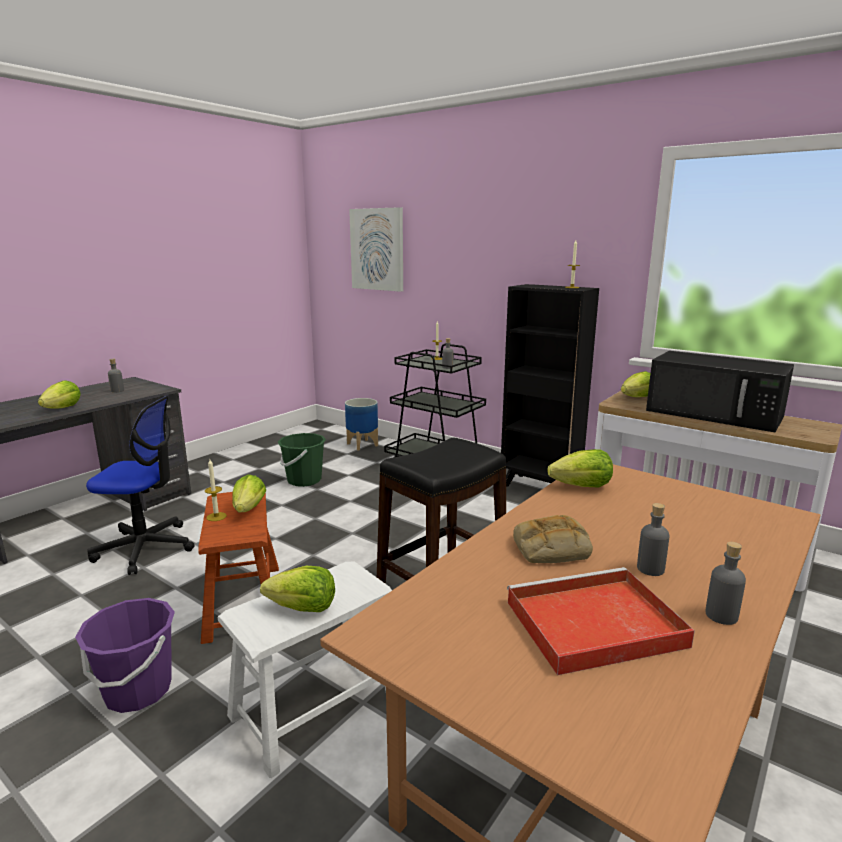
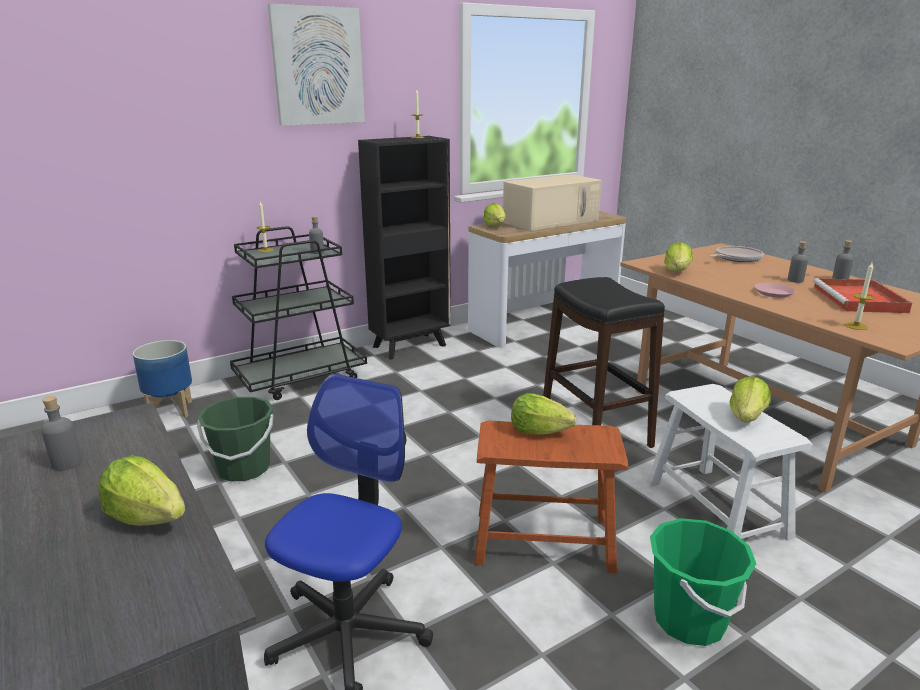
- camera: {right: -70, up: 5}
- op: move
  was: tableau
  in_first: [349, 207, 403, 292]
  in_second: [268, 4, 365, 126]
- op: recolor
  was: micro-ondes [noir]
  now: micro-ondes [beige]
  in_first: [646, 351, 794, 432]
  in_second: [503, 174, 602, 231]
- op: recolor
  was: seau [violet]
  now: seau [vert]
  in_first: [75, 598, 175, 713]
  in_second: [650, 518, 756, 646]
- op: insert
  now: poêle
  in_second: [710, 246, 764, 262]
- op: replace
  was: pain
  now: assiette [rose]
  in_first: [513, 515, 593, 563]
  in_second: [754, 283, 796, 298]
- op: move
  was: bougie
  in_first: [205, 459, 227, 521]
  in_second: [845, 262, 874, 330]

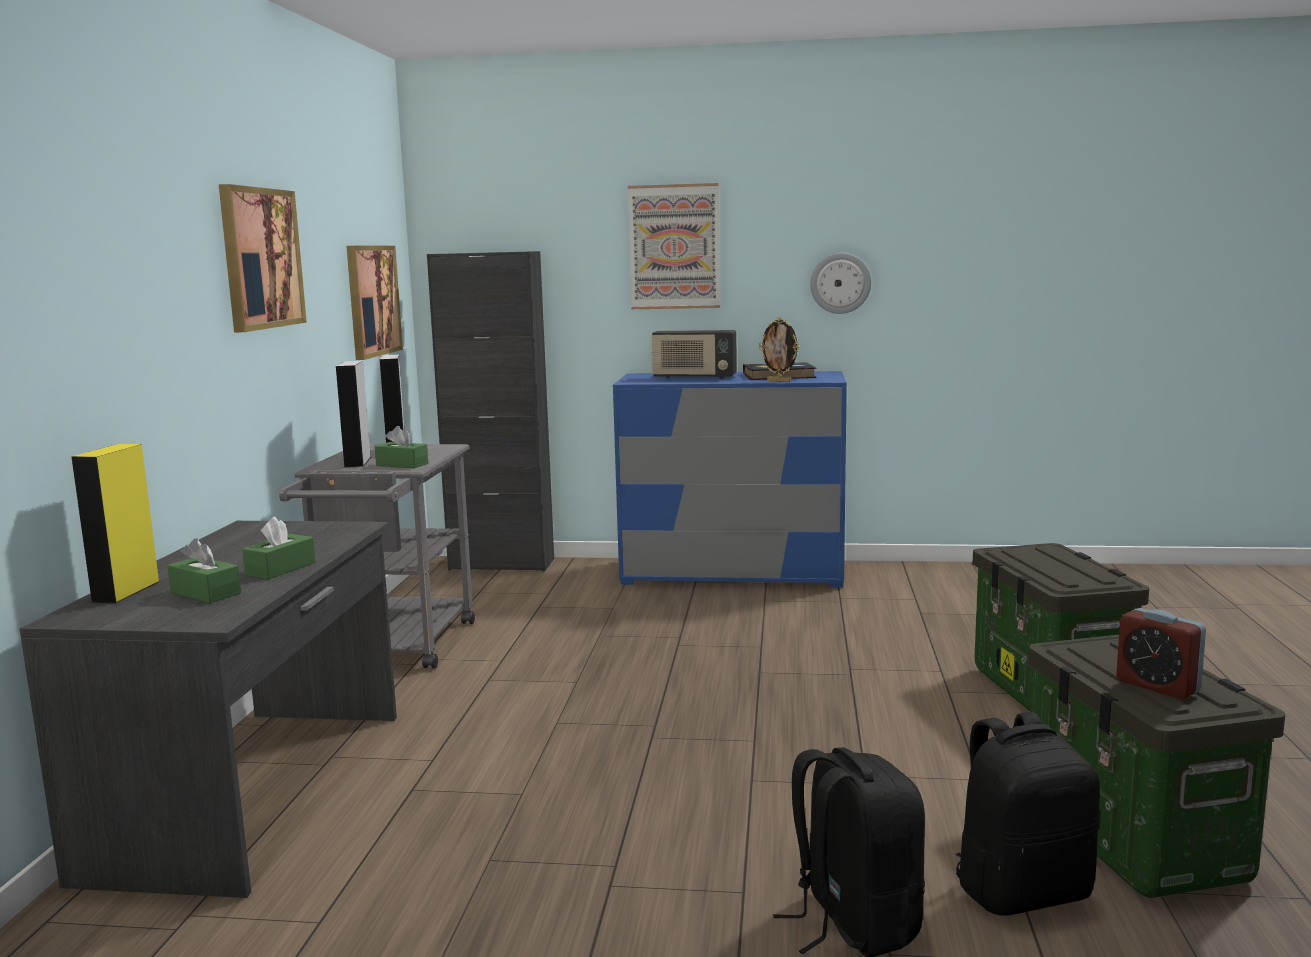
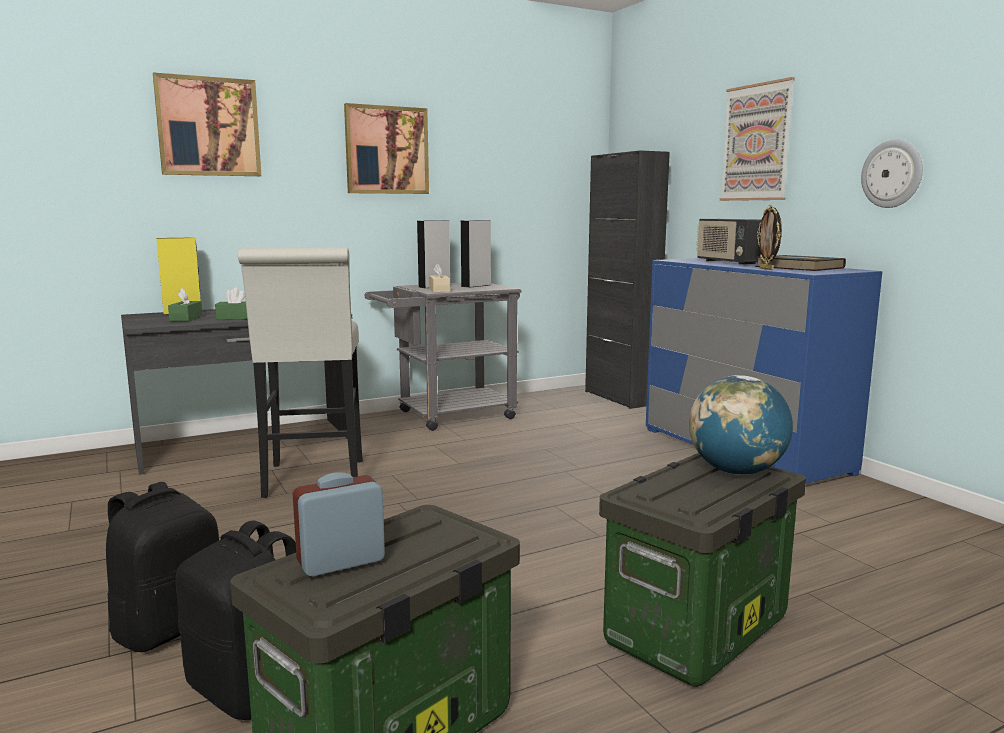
- camera: {right: 55, up: 0}
- op: move
  was: tableau
  in_first: [347, 246, 403, 360]
  in_second: [153, 72, 261, 176]
- op: insert
  now: tabouret [blanc]
  in_second: [238, 247, 363, 498]
- op: rotate
  was: réveil
  in_first: [1116, 608, 1206, 699]
  in_second: [293, 472, 385, 576]
  clockwise: 45
- op: recolor
  was: boîte à mouchoirs [vert]
  now: boîte à mouchoirs [beige]
  in_first: [375, 426, 428, 468]
  in_second: [429, 264, 450, 292]
- op: insert
  now: globe
  in_second: [689, 375, 793, 475]

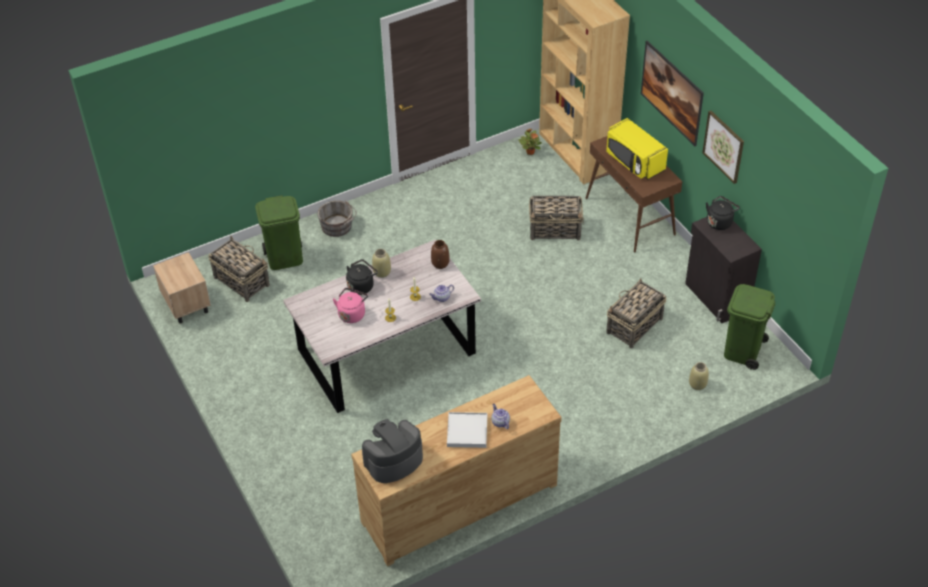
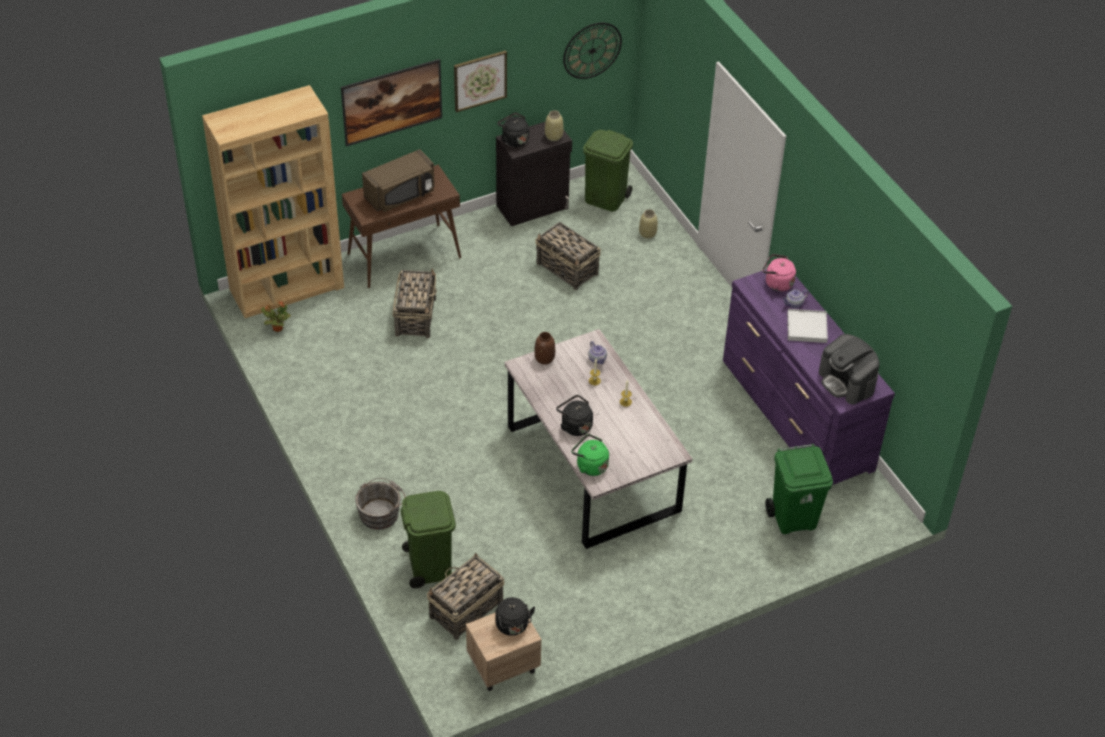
- camera: {right: -90, up: 0}
- op: recolor
  was: micro-ondes [jaune]
  now: micro-ondes [marron]
  in_first: [606, 118, 668, 179]
  in_second: [362, 149, 435, 212]
- op: insert
  now: bouilloire [noir]
  in_second: [495, 597, 535, 636]
- op: move
  was: vase [beige]
  in_first: [372, 249, 391, 278]
  in_second: [545, 110, 564, 141]
- op: insert
  now: horloge murale
  in_second: [563, 23, 622, 79]
- op: insert
  now: bouilloire [vert]
  in_second: [571, 434, 609, 476]
- op: recolor
  was: commode [marron]
  now: commode [violet]
  in_first: [351, 375, 562, 566]
  in_second: [723, 269, 895, 485]
- op: move
  was: bouilloire [rose]
  in_first: [333, 288, 368, 323]
  in_second: [762, 254, 796, 291]
- op: insert
  now: poubelle [vert]
  in_second: [765, 444, 833, 534]

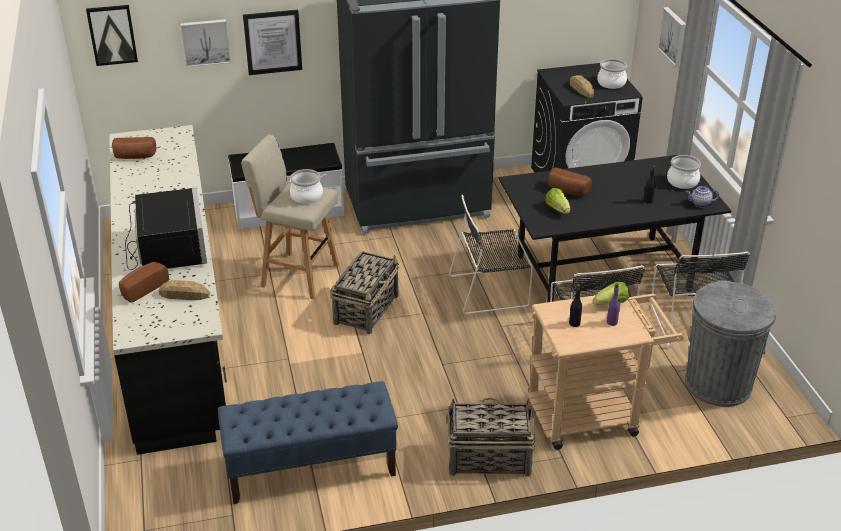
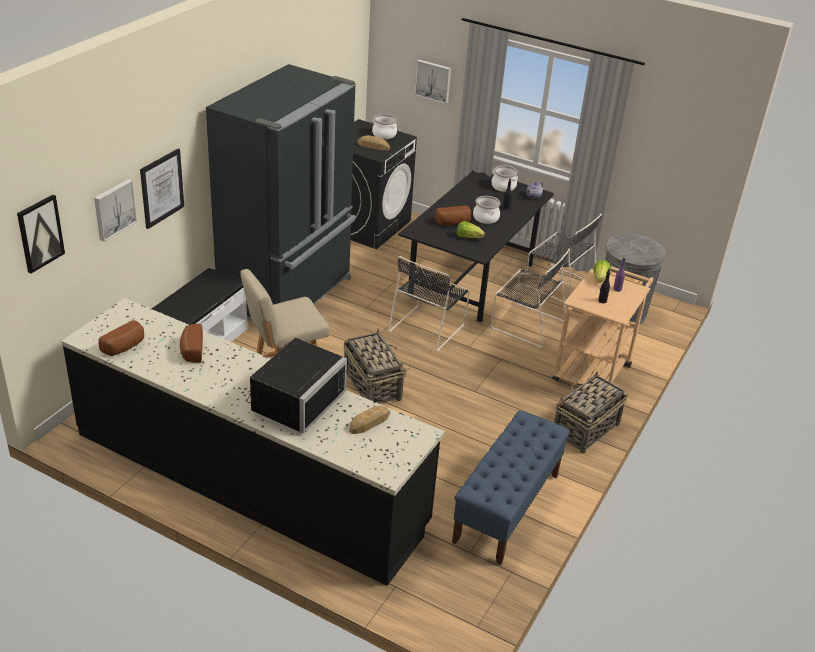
- camera: {right: -50, up: 0}
- op: move
  was: pain
  in_first: [119, 262, 169, 303]
  in_second: [180, 324, 203, 363]
- op: rotate
  was: micro-ondes [noir]
  in_first: [125, 187, 207, 270]
  in_second: [246, 338, 347, 433]
  clockwise: 90
- op: move
  was: marmite
  in_first: [290, 169, 323, 204]
  in_second: [473, 196, 500, 224]

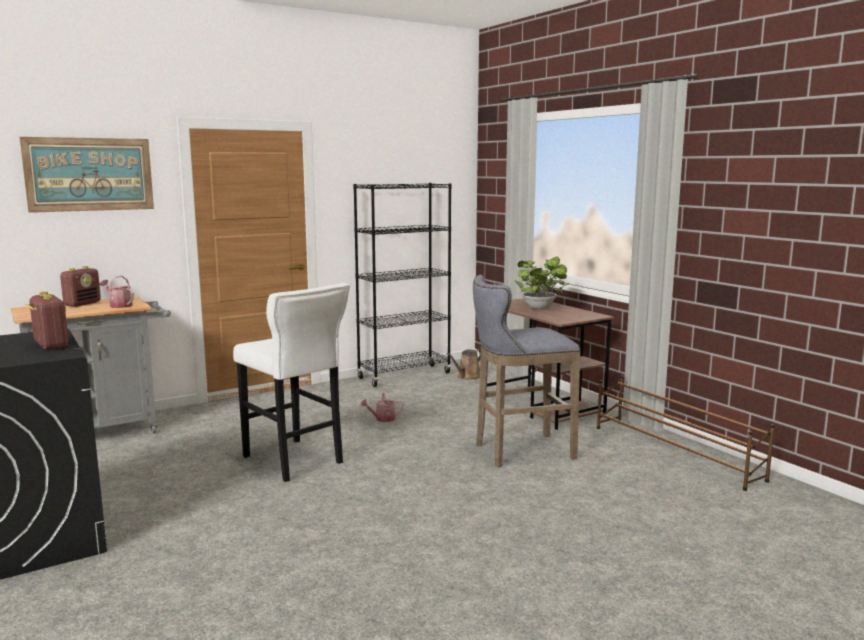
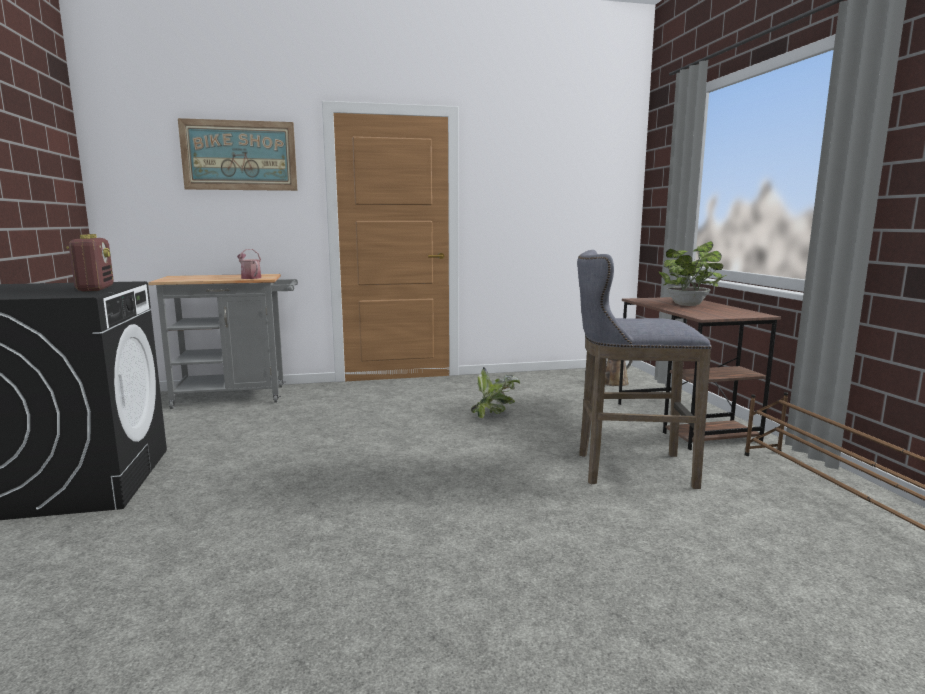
- camera: {right: 20, up: 0}
- op: replace
  was: arrosoir
  now: plante en pot
  in_first: [360, 392, 403, 422]
  in_second: [471, 367, 520, 418]
- op: delete
  was: radio
  in_first: [60, 266, 101, 307]
- op: delete
  was: tabouret [blanc]
  in_first: [233, 283, 350, 482]
- op: delete
  was: bibliothèque [noir]
  in_first: [353, 183, 451, 387]

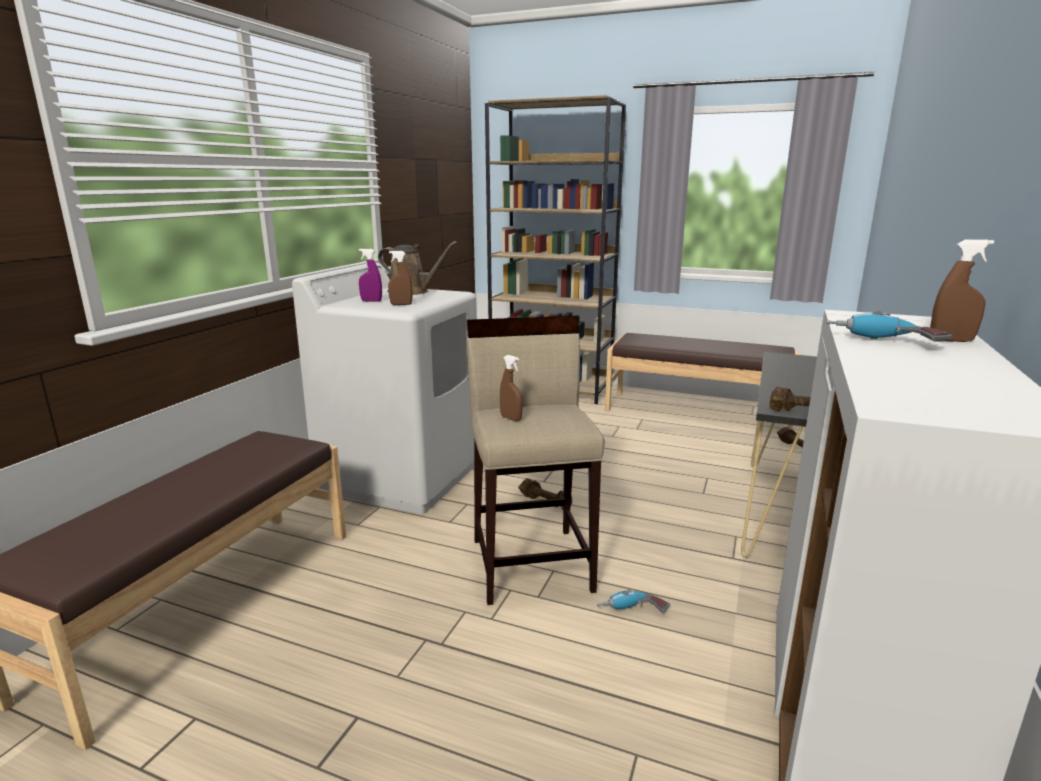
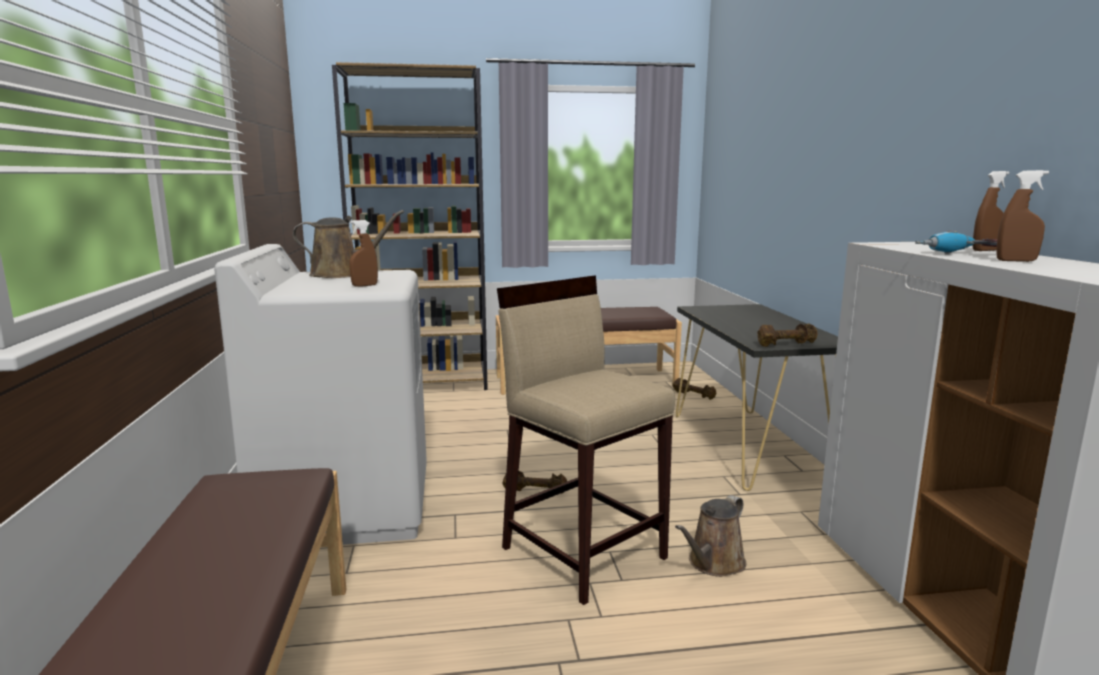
- camera: {right: -30, up: -5}
- op: replace
  was: perceuse
  now: arrosoir [marron]
  in_first: [597, 590, 670, 613]
  in_second: [675, 495, 746, 577]
- op: move
  was: vaporisateur [marron]
  in_first: [500, 355, 523, 421]
  in_second: [996, 170, 1049, 262]
- op: delete
  was: vaporisateur [violet]
  in_first: [359, 248, 382, 301]

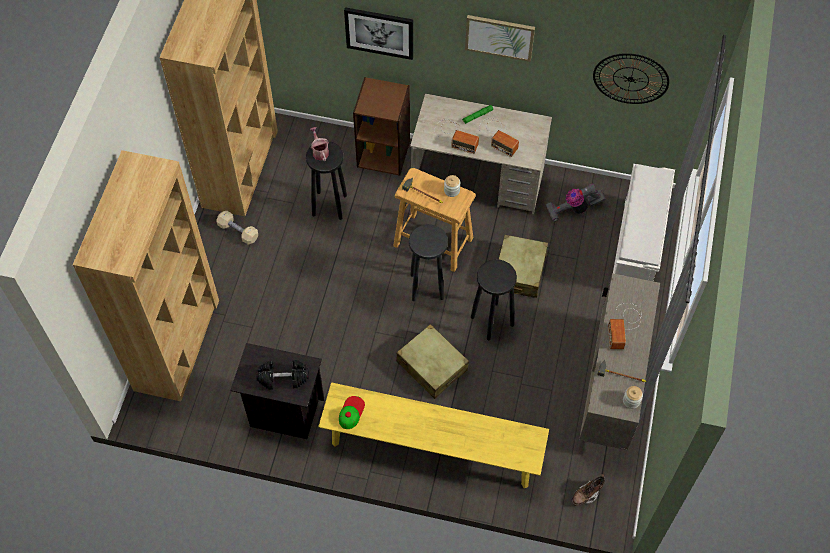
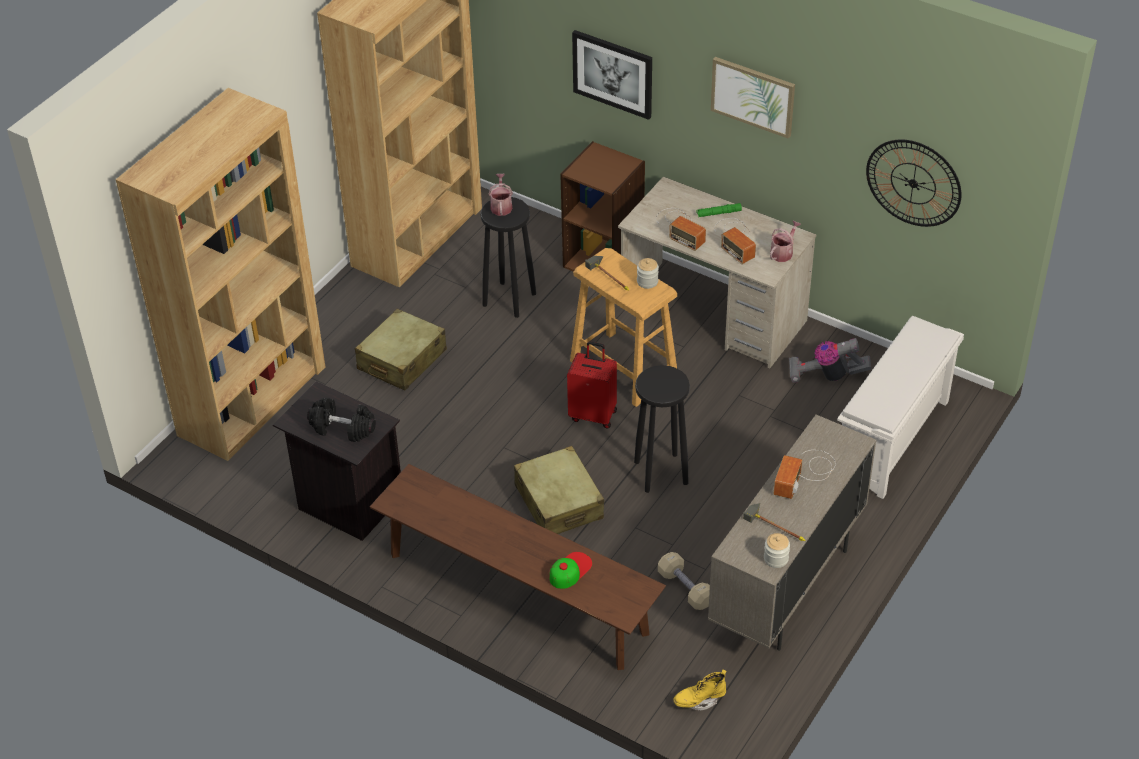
- camera: {right: 20, up: -15}
- op: move
  was: valise [beige]
  in_first: [498, 235, 548, 298]
  in_second: [355, 309, 447, 390]
- op: recolor
  was: banc [jaune]
  now: banc [marron]
  in_first: [318, 382, 549, 489]
  in_second: [370, 464, 666, 670]
- op: move
  was: casquette
  in_first: [339, 396, 365, 429]
  in_second: [550, 552, 592, 589]
- op: replace
  was: tabouret [noir]
  now: valise [rouge]
  in_first: [409, 224, 448, 301]
  in_second: [567, 342, 617, 429]
- op: move
  was: haltère [beige]
  in_first: [217, 211, 258, 245]
  in_second: [658, 552, 710, 610]
- op: recolor
  was: botte [marron]
  now: botte [jaune]
  in_first: [572, 474, 605, 506]
  in_second: [673, 670, 727, 711]
- op: insert
  now: arrosoir
  in_second: [770, 220, 801, 262]

